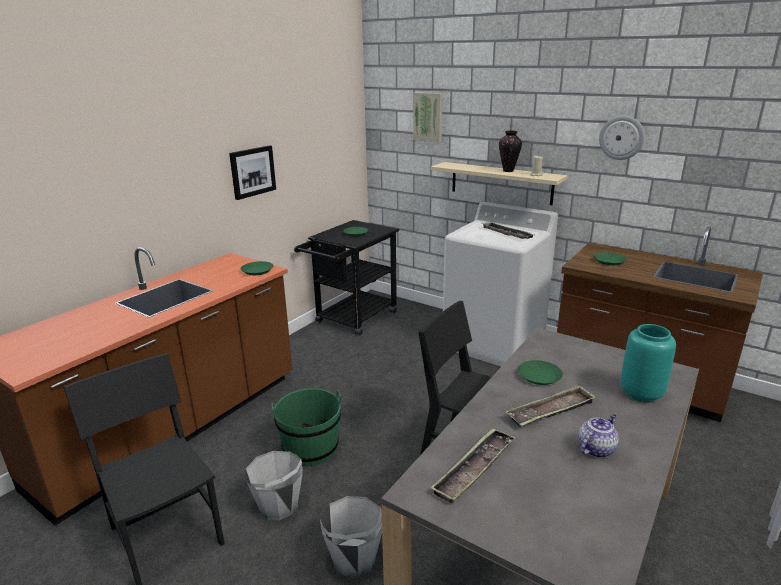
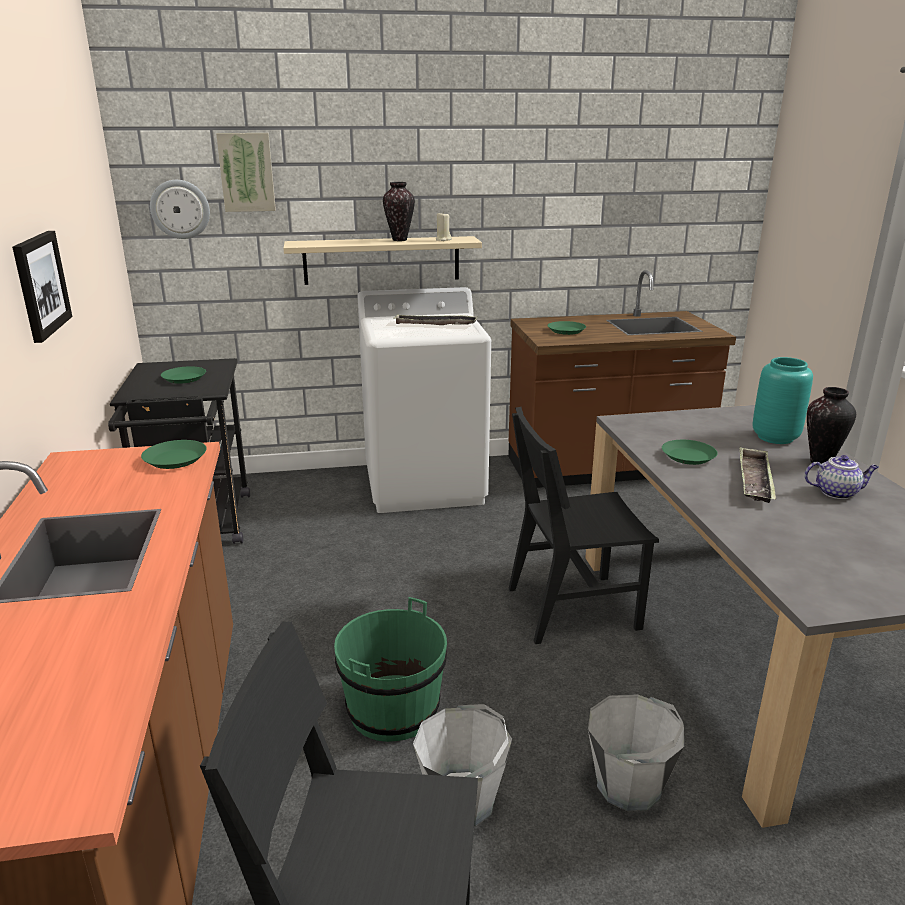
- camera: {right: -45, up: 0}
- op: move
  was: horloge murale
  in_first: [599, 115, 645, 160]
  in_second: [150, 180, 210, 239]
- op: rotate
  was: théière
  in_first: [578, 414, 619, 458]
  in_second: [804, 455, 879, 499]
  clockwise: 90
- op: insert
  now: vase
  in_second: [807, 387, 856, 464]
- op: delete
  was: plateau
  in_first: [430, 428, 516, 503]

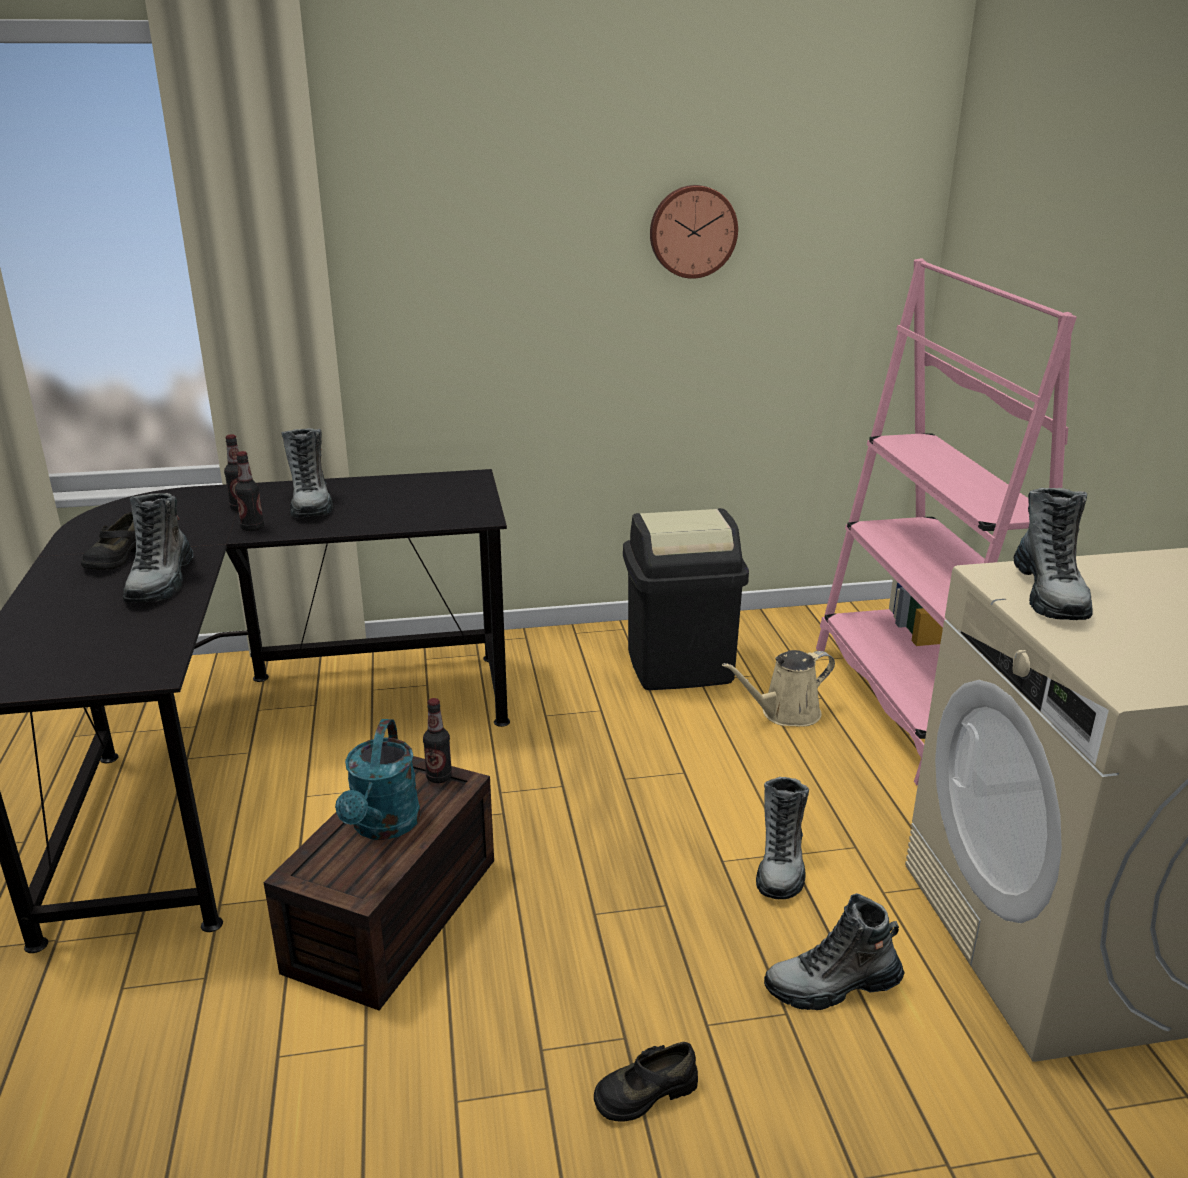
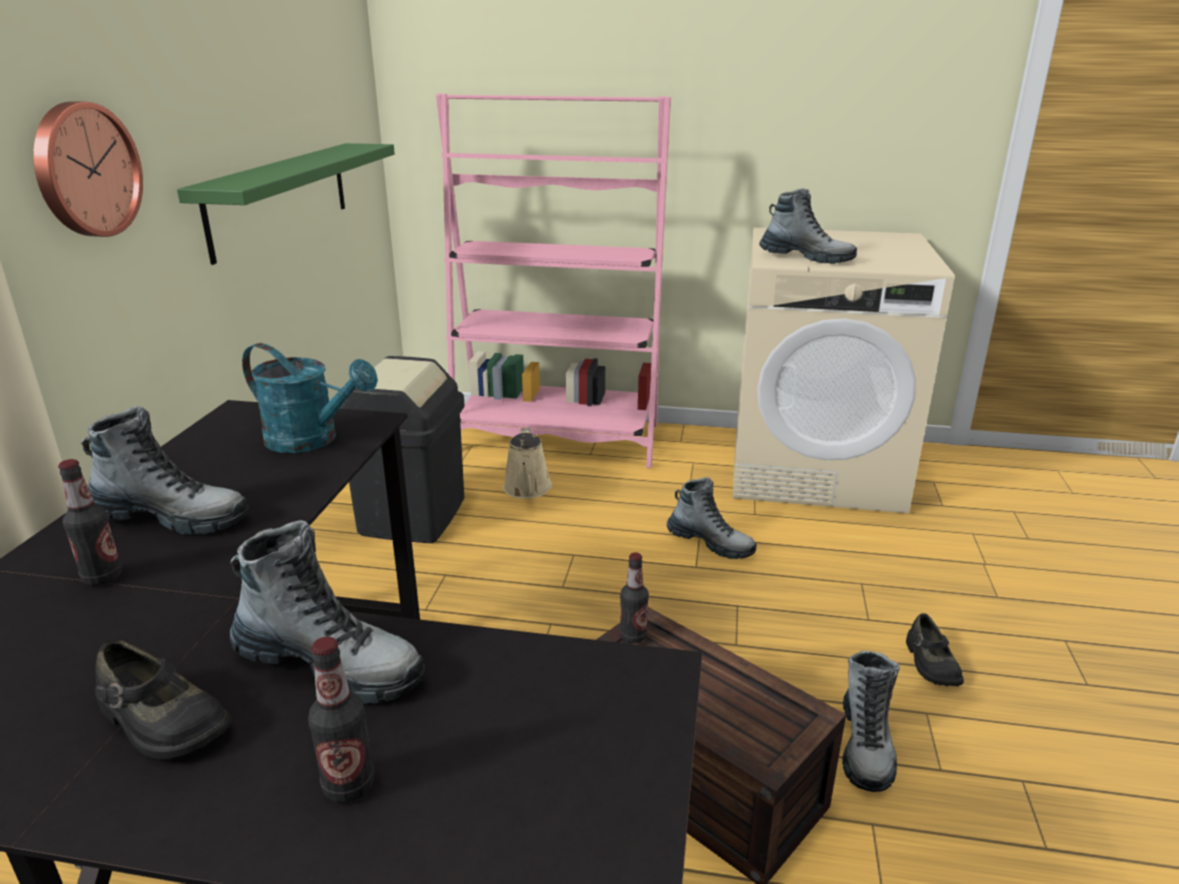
- camera: {right: -70, up: 0}
- op: move
  was: horloge murale
  in_first: [650, 185, 738, 279]
  in_second: [33, 101, 143, 237]
- op: insert
  now: étagère [vert]
  in_second: [177, 143, 395, 265]
- op: move
  was: arrosoir [turquoise]
  in_first: [335, 719, 421, 840]
  in_second: [242, 343, 378, 453]
- op: move
  was: bouteille
  in_first: [235, 451, 264, 531]
  in_second: [308, 637, 374, 802]
- op: move
  was: botte
  in_first: [764, 893, 905, 1010]
  in_second: [842, 651, 900, 792]

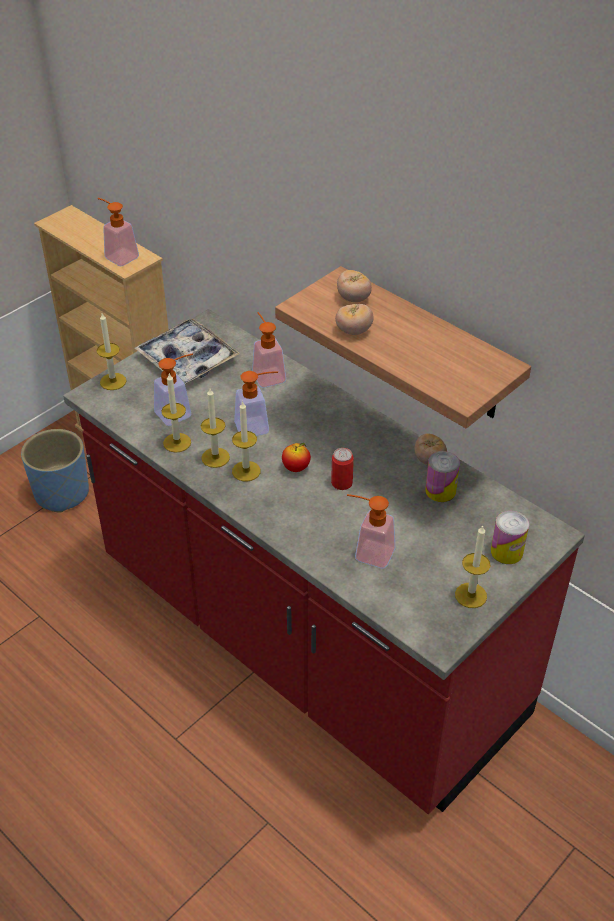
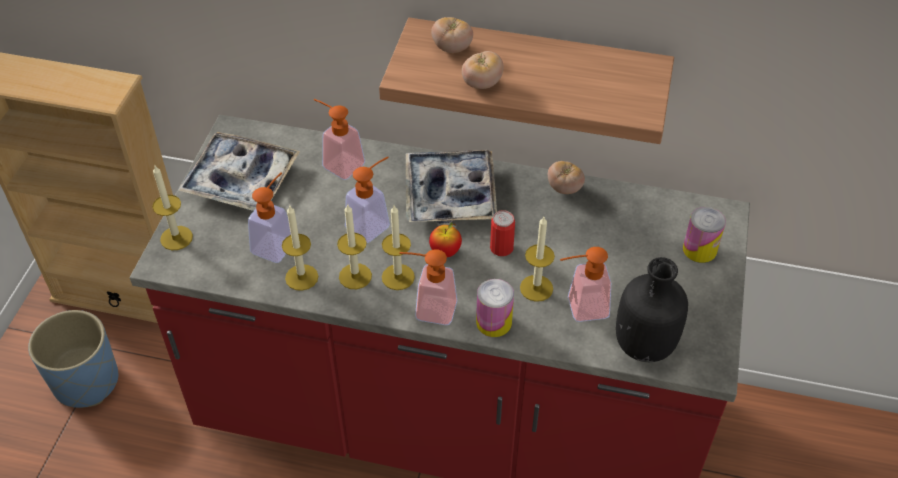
- camera: {right: -30, up: 5}
- op: move
  was: distributeur de savon
  in_first: [98, 198, 139, 266]
  in_second: [399, 249, 457, 325]
- op: insert
  now: plateau
  in_second: [406, 150, 497, 224]
- op: move
  was: boîte métallique
  in_first: [425, 451, 460, 502]
  in_second: [476, 279, 514, 337]
- op: move
  was: bougie
  in_first: [455, 525, 490, 608]
  in_second: [520, 217, 555, 302]
- op: insert
  now: bouteille [noir]
  in_second: [616, 257, 688, 362]

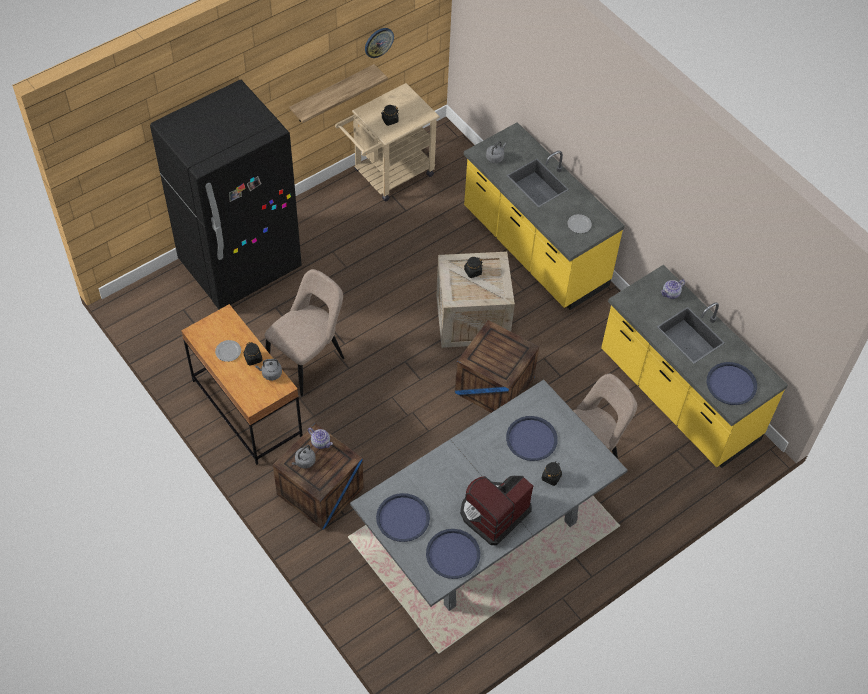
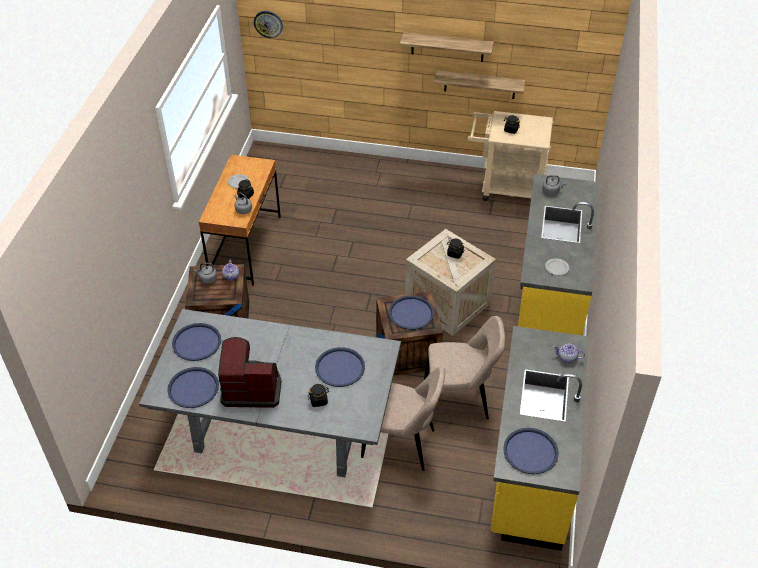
- camera: {right: 50, up: -10}
- op: move
  was: horloge murale
  in_first: [365, 28, 394, 58]
  in_second: [254, 11, 283, 38]
- op: insert
  now: plateau [bleu]
  in_second: [389, 295, 434, 330]
- op: insert
  now: étagère
  in_second: [400, 32, 494, 62]
- op: move
  was: chaise [beige]
  in_first: [265, 269, 344, 397]
  in_second: [424, 316, 505, 419]
- op: delete
  was: réfrigérateur [noir]
  in_first: [150, 80, 302, 309]

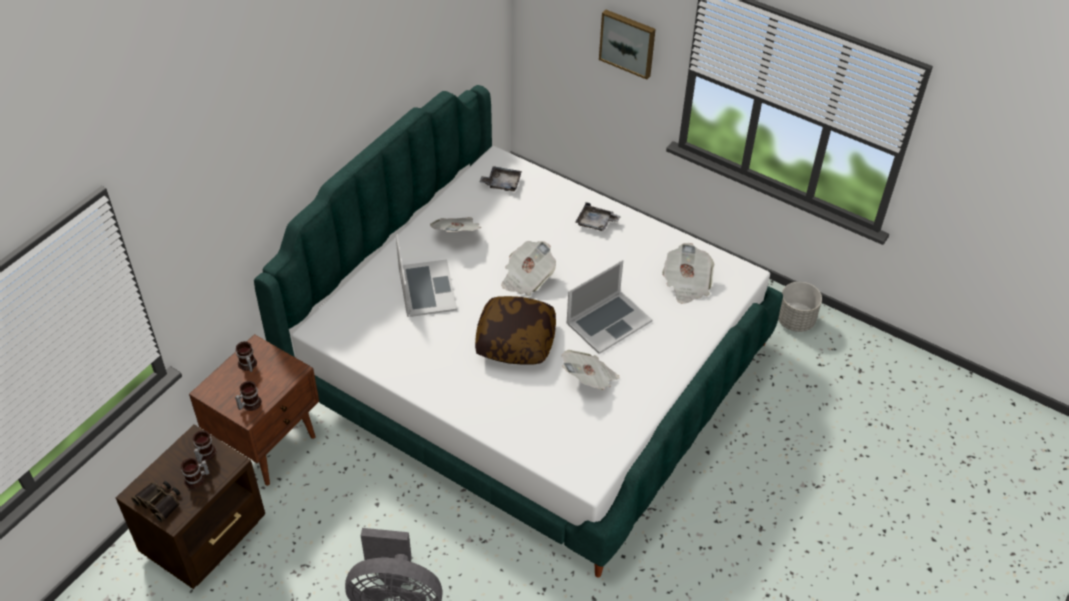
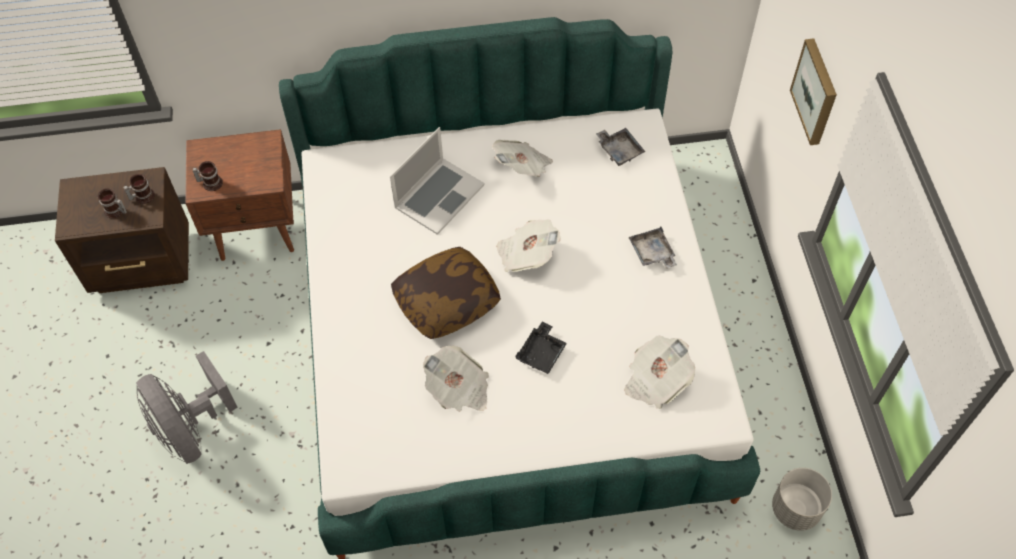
- camera: {right: 50, up: 10}
- op: replace
  was: ordinateur portable
  now: plateau [noir]
  in_first: [567, 260, 652, 354]
  in_second: [516, 321, 567, 374]
- op: delete
  was: jumelles
  in_first: [131, 481, 180, 523]
- op: delete
  was: mug
  in_first: [236, 341, 257, 372]

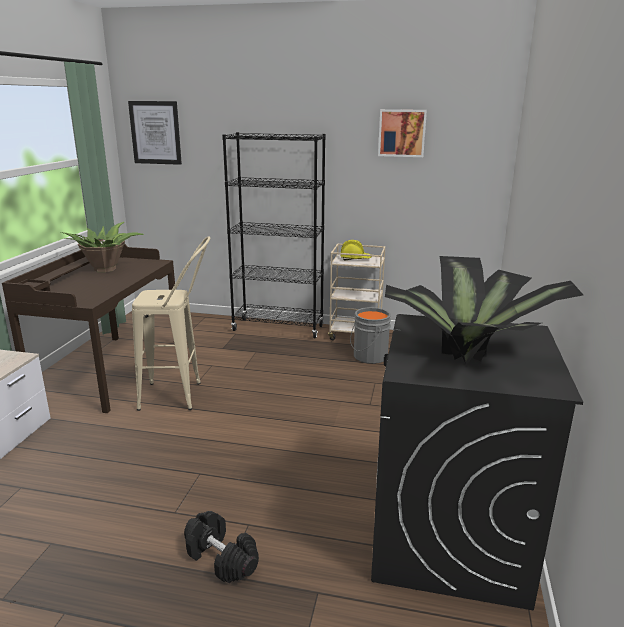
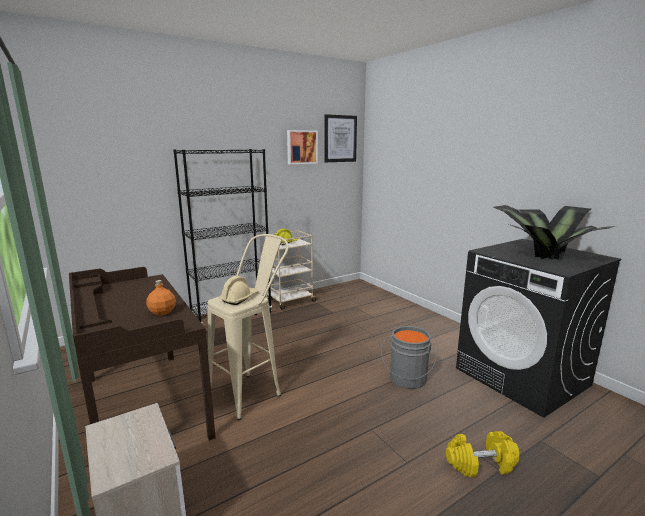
- camera: {right: -45, up: -5}
- op: insert
  now: bouteille [orange]
  in_second: [146, 280, 176, 316]
- op: insert
  now: casque de chantier [beige]
  in_second: [219, 276, 258, 305]
- op: move
  was: tableau
  in_first: [128, 101, 182, 165]
  in_second: [324, 114, 357, 162]
- op: move
  was: seau [gris]
  in_first: [350, 307, 391, 364]
  in_second: [381, 326, 437, 389]
- op: recolor
  was: haltère [noir]
  now: haltère [jaune]
  in_first: [184, 511, 259, 583]
  in_second: [446, 431, 520, 477]
- op: delete
  was: plante en pot
  in_first: [61, 222, 144, 272]

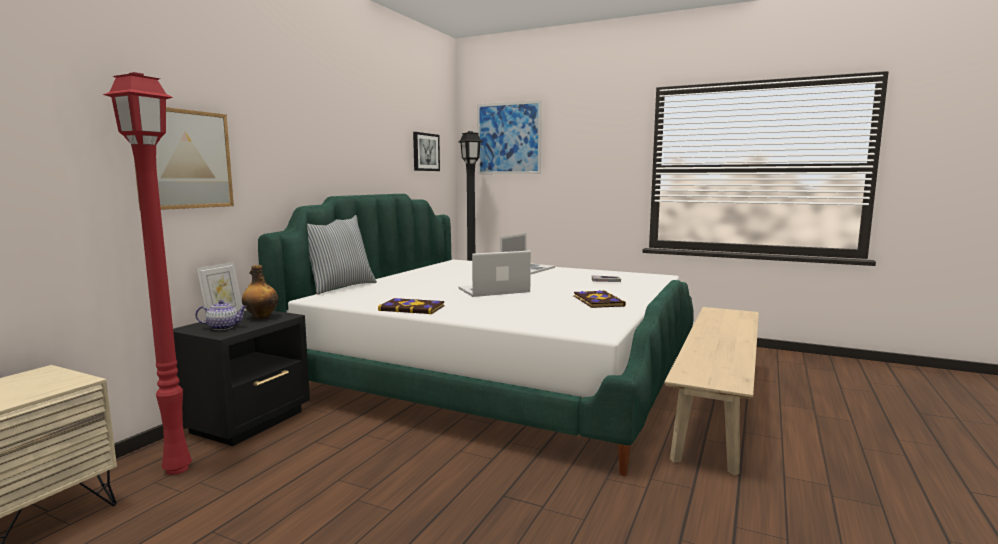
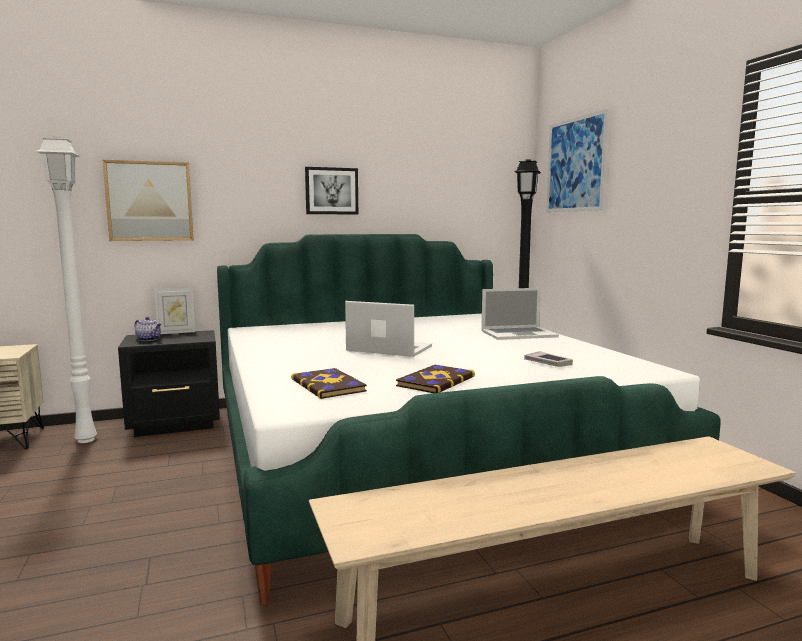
- camera: {right: 45, up: 0}
- op: recolor
  was: lampadaire [rouge]
  now: lampadaire [blanc]
  in_first: [103, 72, 192, 475]
  in_second: [36, 136, 97, 443]
- op: move
  was: livre
  in_first: [378, 298, 445, 314]
  in_second: [291, 368, 367, 399]
- op: move
  was: tableau
  in_first: [413, 132, 440, 171]
  in_second: [305, 167, 358, 214]
- op: delete
  was: bouteille
  in_first: [242, 265, 278, 319]
- op: delete
  was: coussin
  in_first: [307, 215, 377, 295]

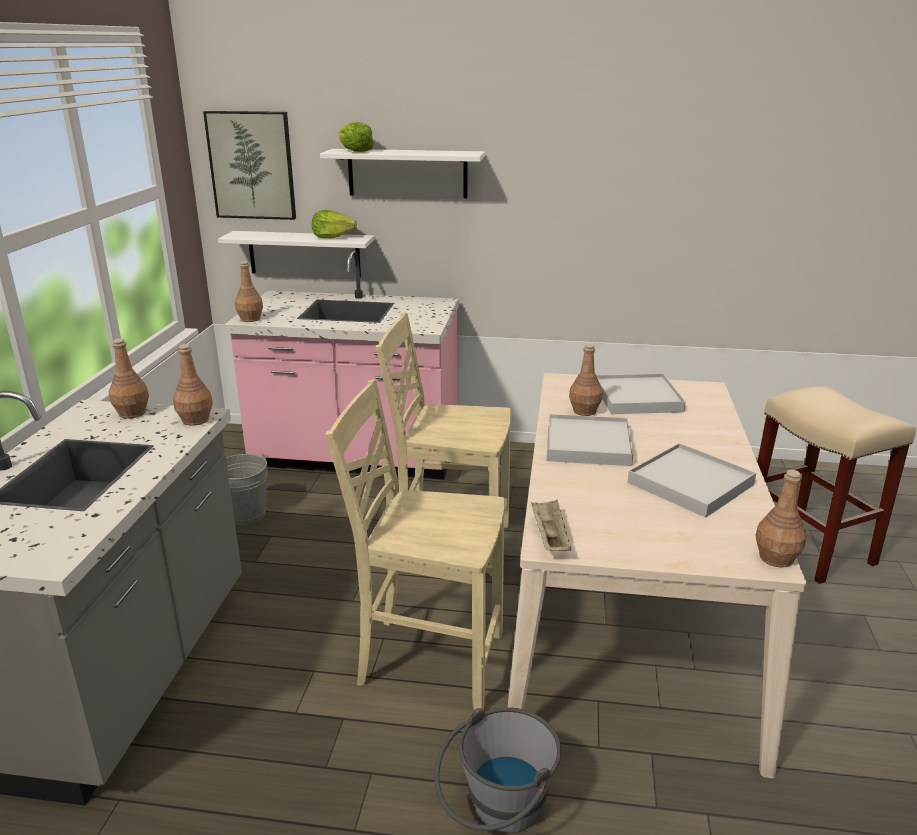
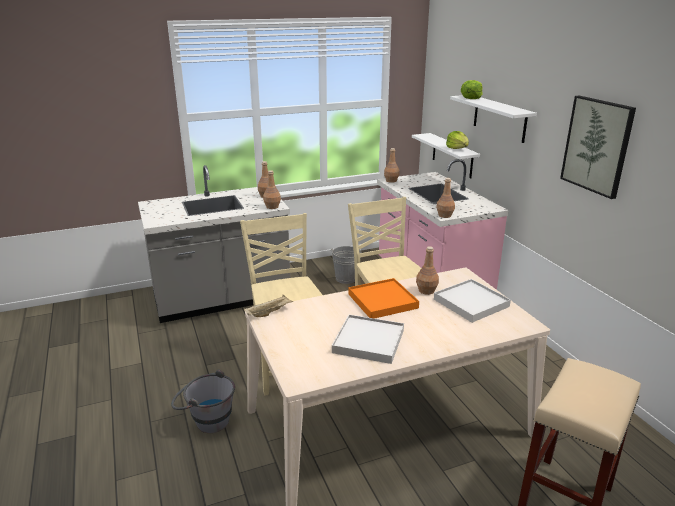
- camera: {right: 60, up: 0}
- op: recolor
  was: plateau [blanc]
  now: plateau [orange]
  in_first: [547, 414, 633, 466]
  in_second: [348, 278, 419, 319]
- op: move
  was: bouteille [marron]
  in_first: [755, 470, 807, 567]
  in_second: [436, 178, 455, 218]
- op: move
  was: tableau
  in_first: [203, 111, 296, 220]
  in_second: [560, 96, 636, 199]

